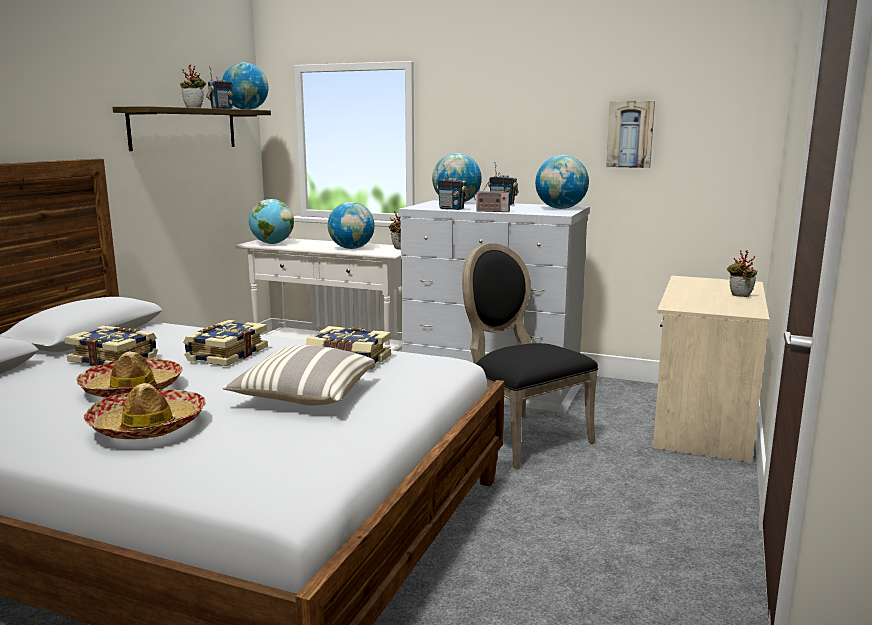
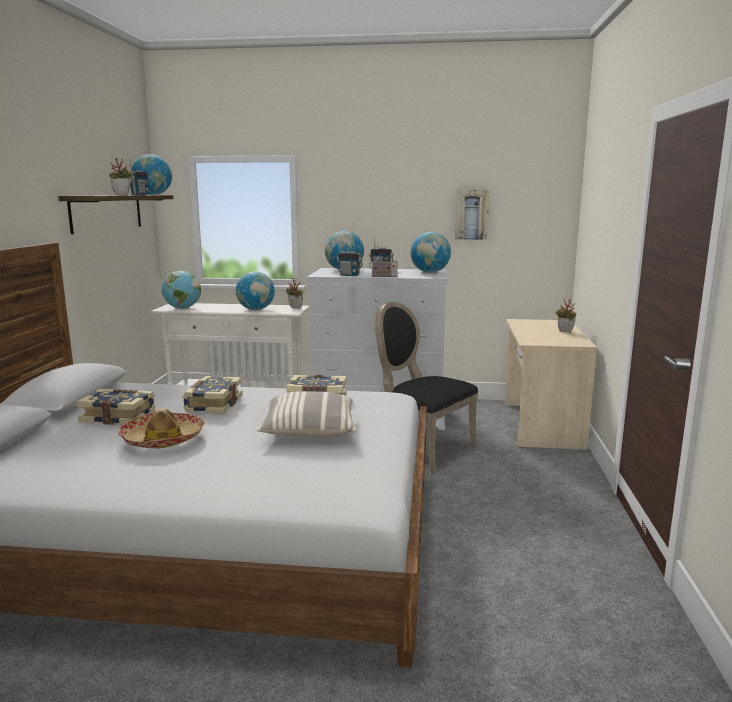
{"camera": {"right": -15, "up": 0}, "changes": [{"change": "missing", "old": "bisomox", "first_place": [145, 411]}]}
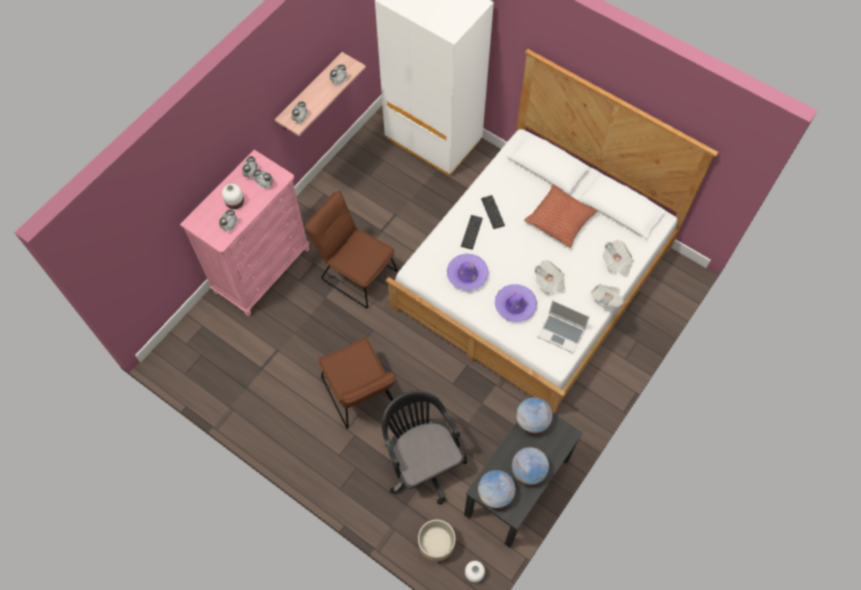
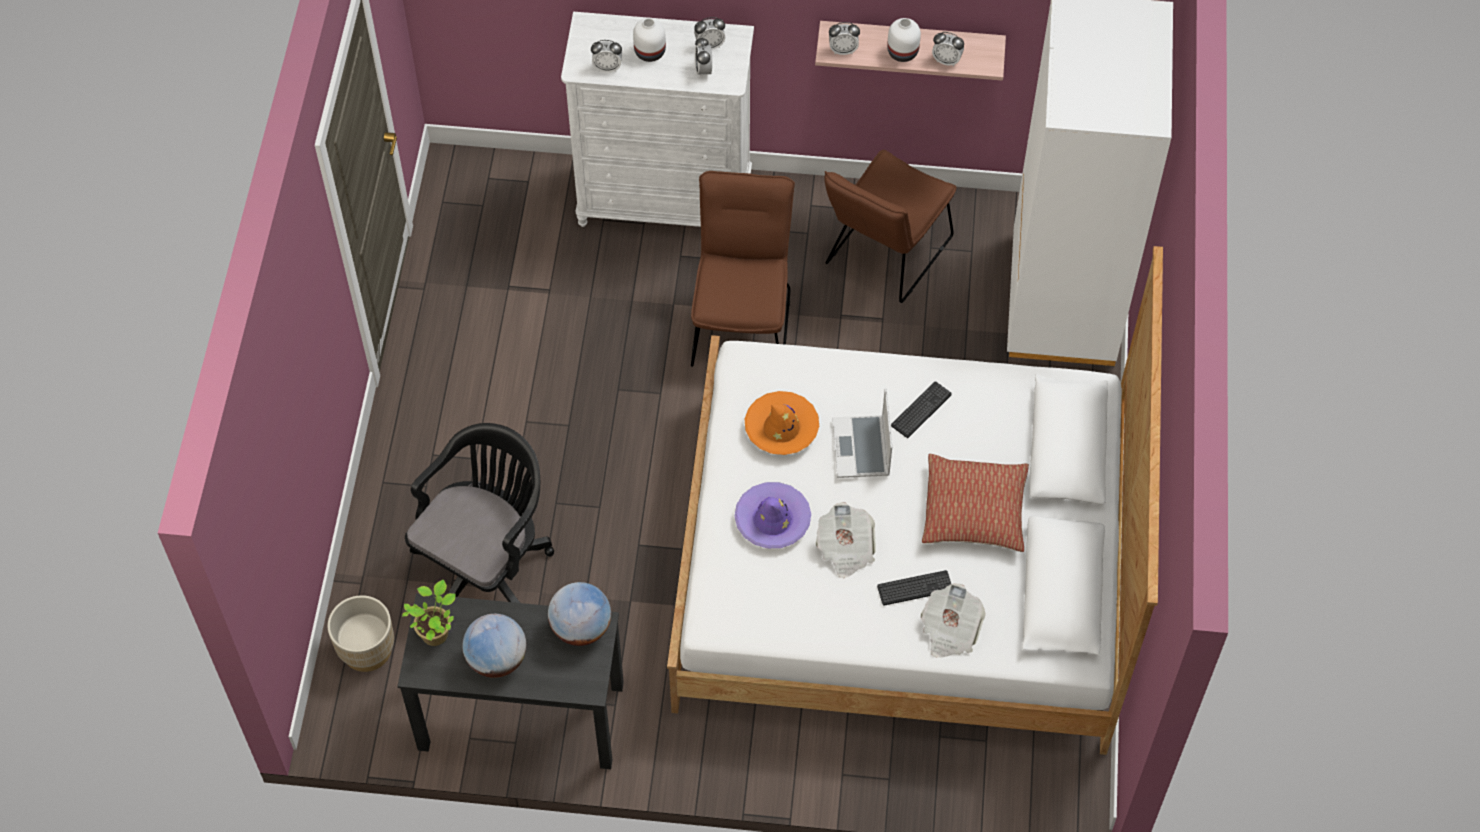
{"camera": {"right": 60, "up": -5}, "changes": [{"change": "exchanged", "old": "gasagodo", "new": "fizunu", "first_place": [497, 489], "second_place": [429, 613]}, {"change": "colour", "old": "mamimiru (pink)", "new": "mamimiru (white)", "first_place": [244, 233], "second_place": [657, 119]}, {"change": "colour", "old": "bisomox (purple)", "new": "bisomox (orange)", "first_place": [467, 272], "second_place": [782, 423]}, {"change": "relocated", "old": "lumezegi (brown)", "first_place": [357, 383], "second_place": [890, 226]}, {"change": "relocated", "old": "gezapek", "first_place": [563, 327], "second_place": [862, 433]}, {"change": "relocated", "old": "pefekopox", "first_place": [472, 232], "second_place": [914, 588]}, {"change": "relocated", "old": "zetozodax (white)", "first_place": [475, 572], "second_place": [904, 40]}, {"change": "missing", "old": "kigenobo", "first_place": [607, 295]}]}
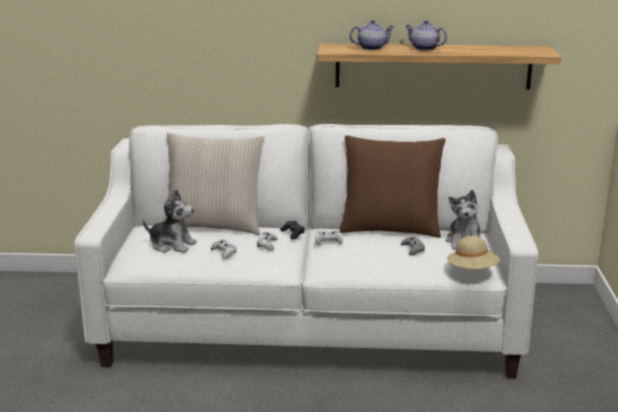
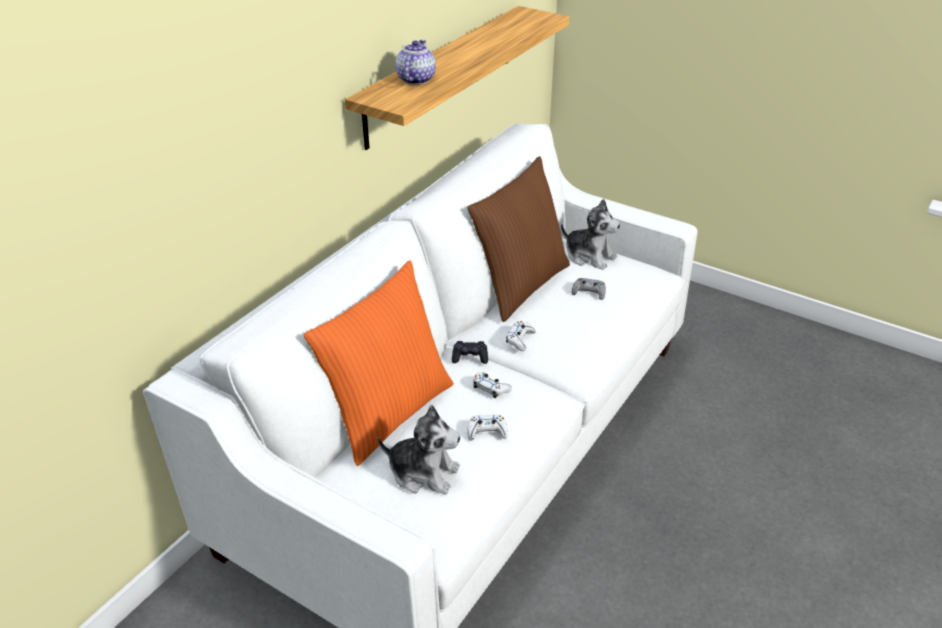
{"camera": {"right": -60, "up": 15}, "changes": [{"change": "colour", "old": "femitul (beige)", "new": "femitul (orange)", "first_place": [214, 184], "second_place": [378, 363]}, {"change": "spun", "old": "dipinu", "first_place": [170, 221], "second_place": [419, 450], "degrees": 60}, {"change": "missing", "old": "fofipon", "first_place": [426, 35]}, {"change": "missing", "old": "bisomox (beige)", "first_place": [473, 252]}]}
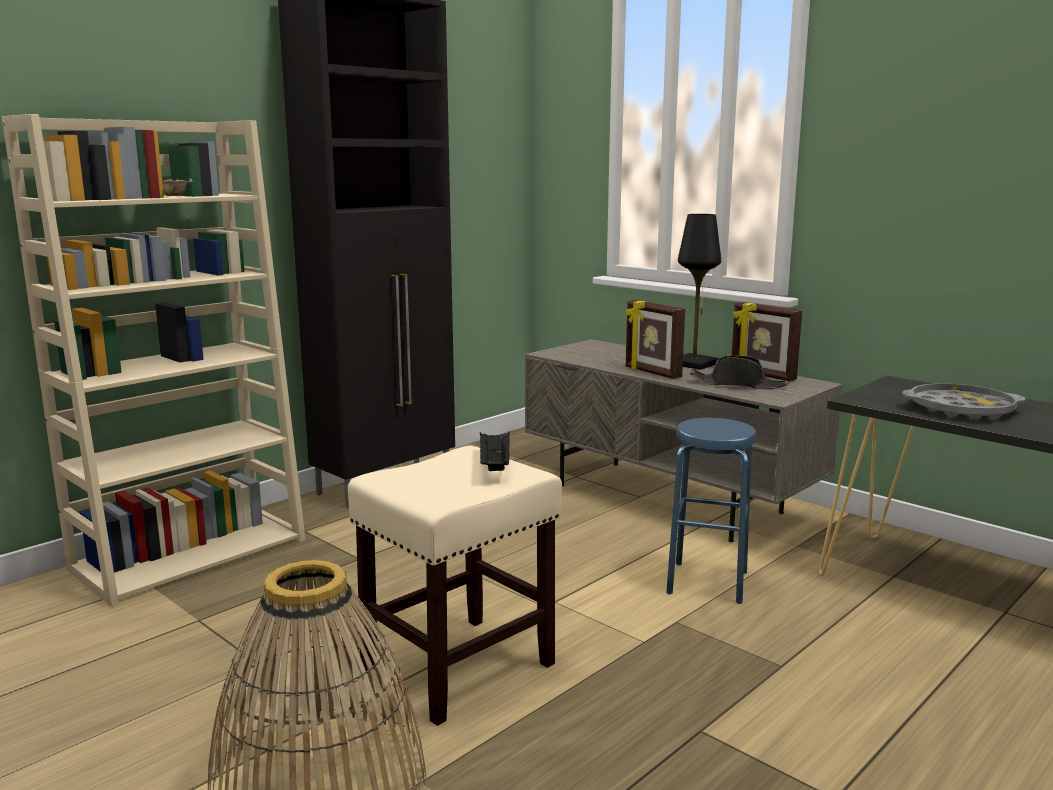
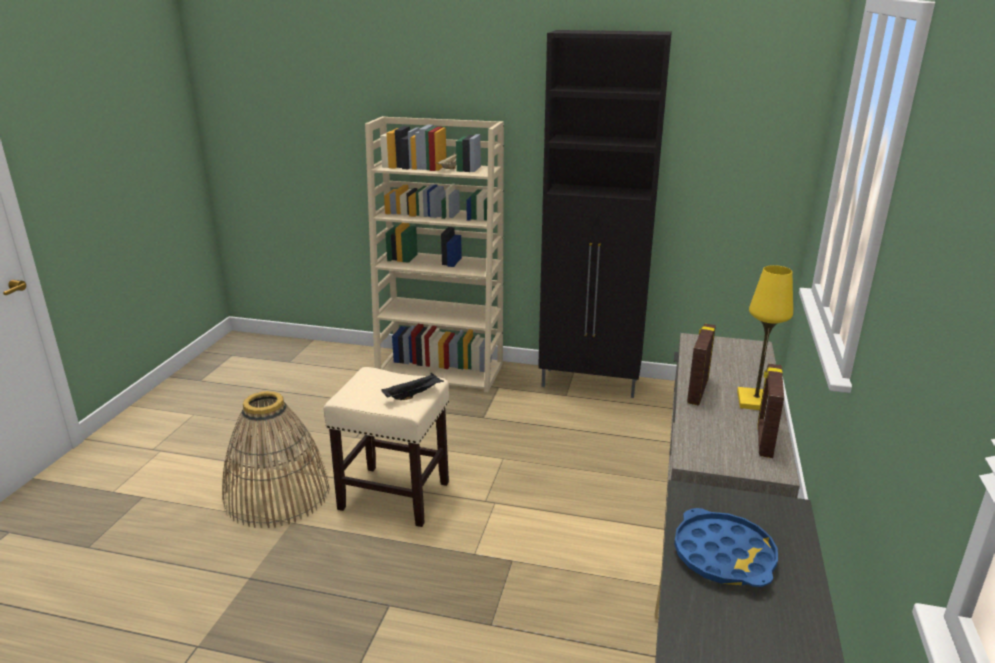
{"camera": {"right": 60, "up": 10}, "changes": [{"change": "colour", "old": "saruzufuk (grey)", "new": "saruzufuk (blue)", "first_place": [963, 401], "second_place": [726, 547]}, {"change": "colour", "old": "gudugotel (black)", "new": "gudugotel (yellow)", "first_place": [699, 292], "second_place": [765, 337]}, {"change": "missing", "old": "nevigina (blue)", "first_place": [711, 511]}, {"change": "missing", "old": "bisomox (black)", "first_place": [739, 372]}]}
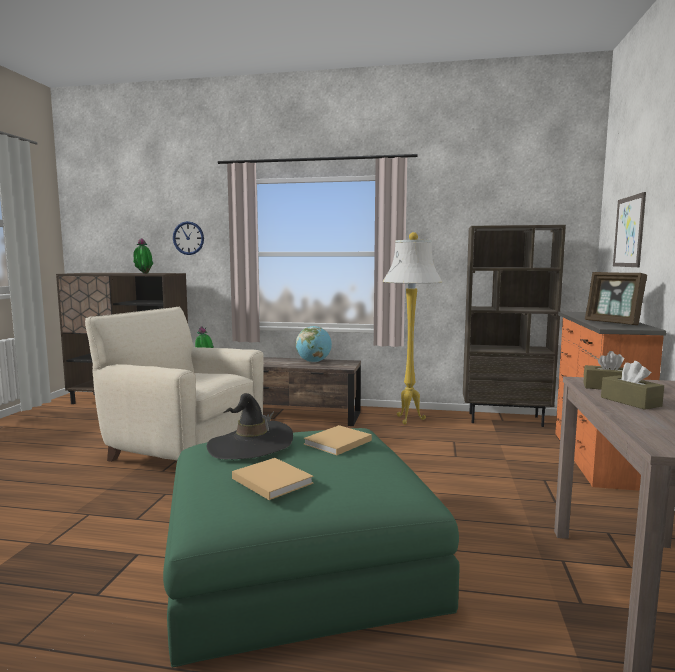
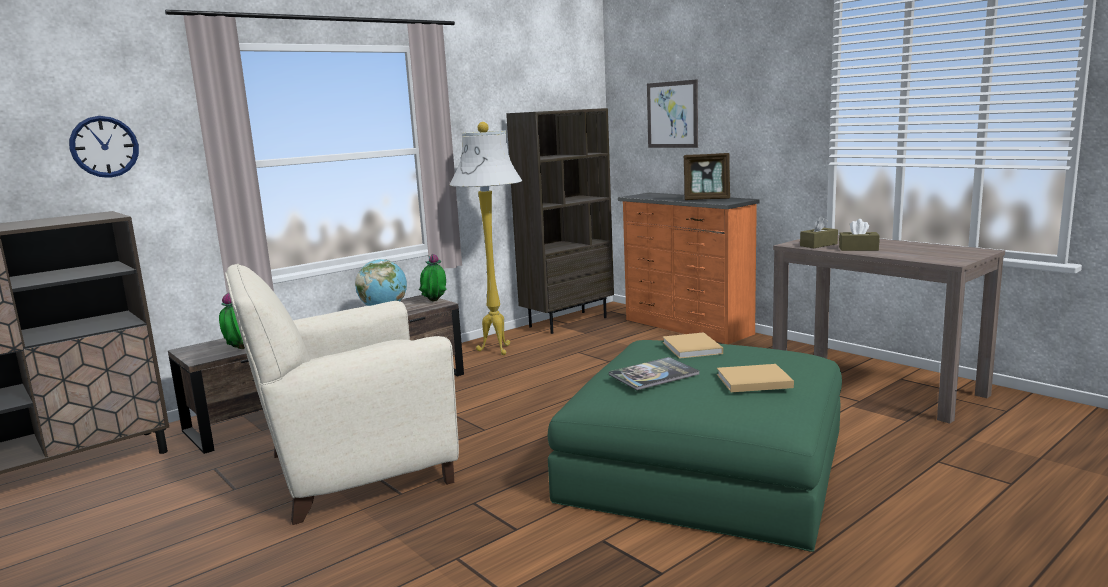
{"camera": {"right": -50, "up": 5}, "changes": [{"change": "relocated", "old": "fizunu", "first_place": [143, 256], "second_place": [433, 278]}, {"change": "exchanged", "old": "bisomox (black)", "new": "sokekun", "first_place": [250, 426], "second_place": [654, 373]}]}
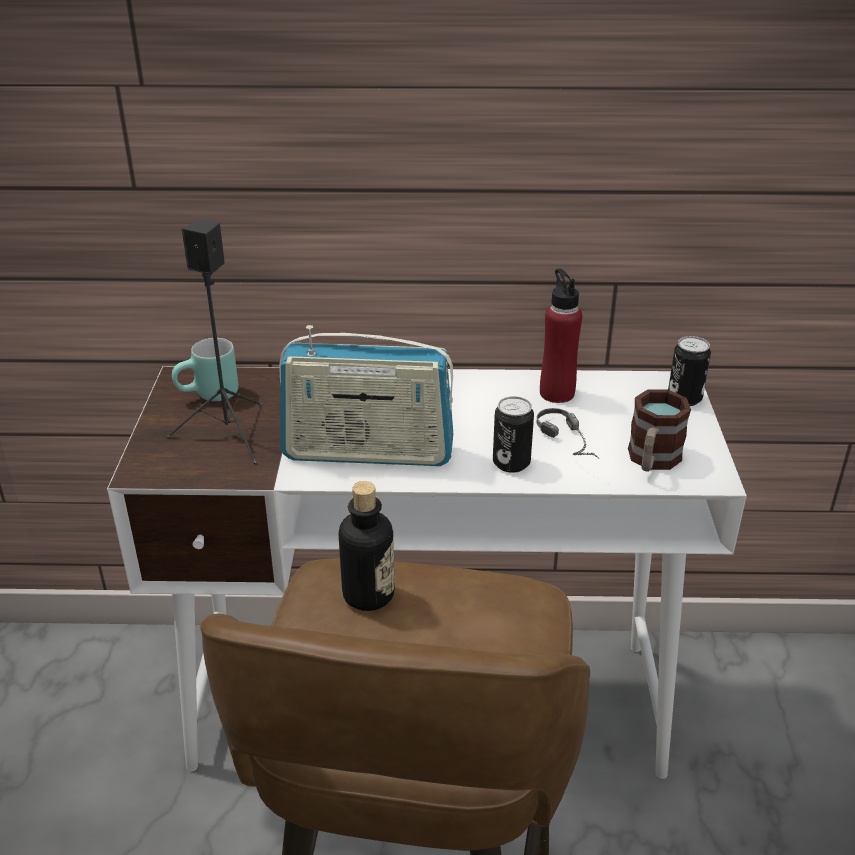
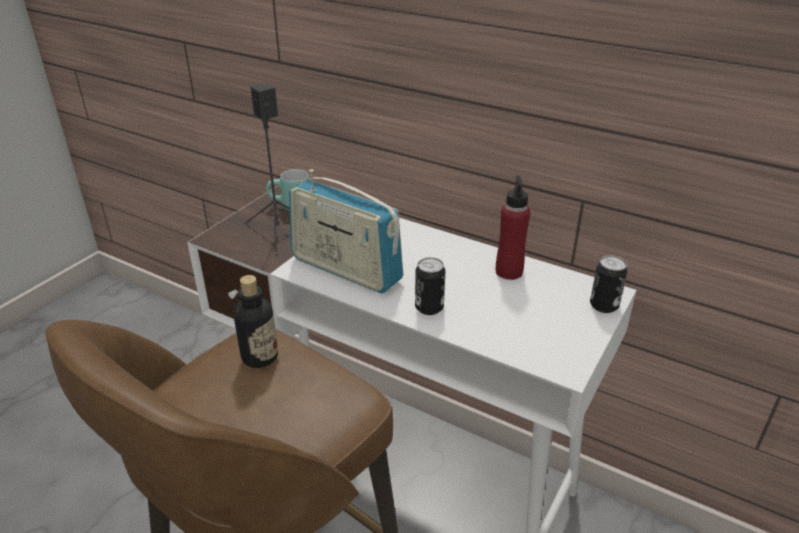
{"camera": {"right": 30, "up": 0}, "changes": [{"change": "missing", "old": "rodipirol", "first_place": [568, 433]}, {"change": "missing", "old": "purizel", "first_place": [659, 430]}]}
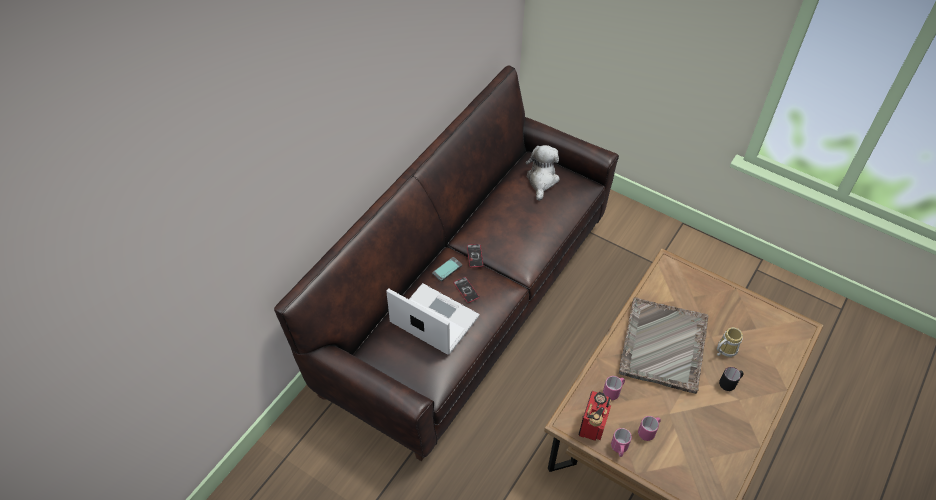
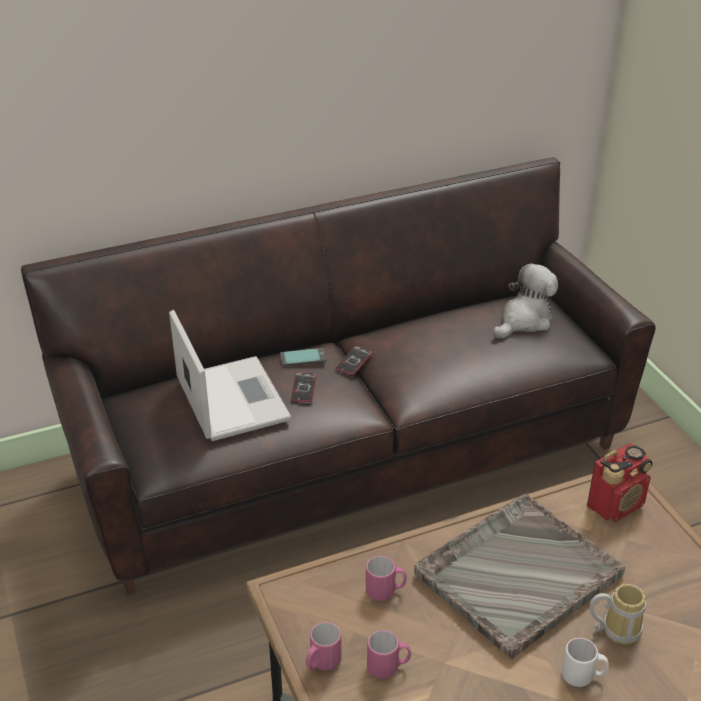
{"camera": {"right": 35, "up": -15}, "changes": [{"change": "colour", "old": "purizel (black)", "new": "purizel (white)", "first_place": [731, 379], "second_place": [585, 662]}, {"change": "relocated", "old": "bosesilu", "first_place": [595, 416], "second_place": [619, 482]}]}
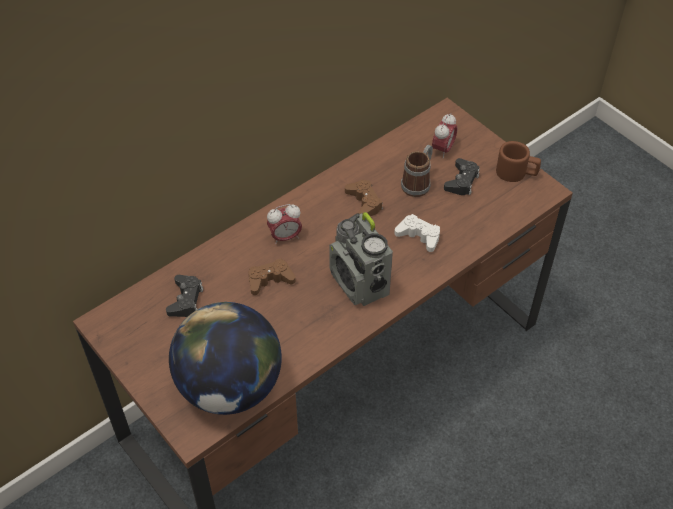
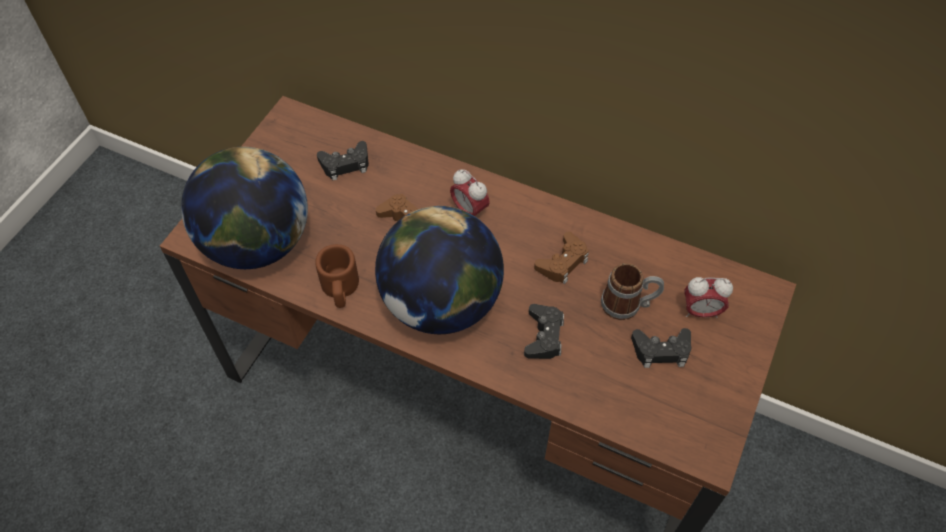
{"camera": {"right": 65, "up": 5}, "changes": [{"change": "relocated", "old": "purizel (brown)", "first_place": [518, 161], "second_place": [337, 276]}, {"change": "exchanged", "old": "bosesilu", "new": "gasagodo", "first_place": [361, 259], "second_place": [439, 270]}, {"change": "colour", "old": "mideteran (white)", "new": "mideteran (black)", "first_place": [417, 233], "second_place": [544, 331]}]}
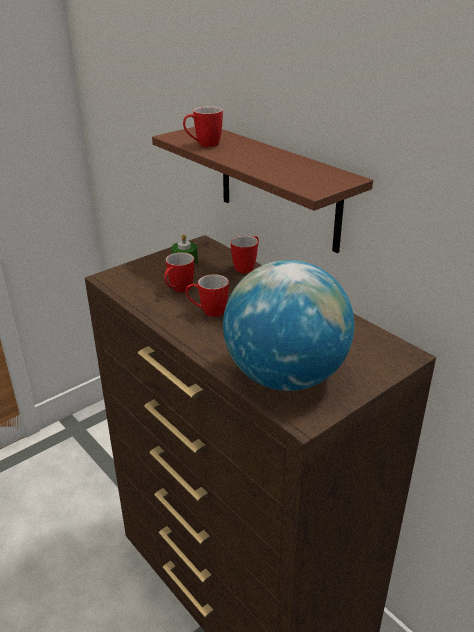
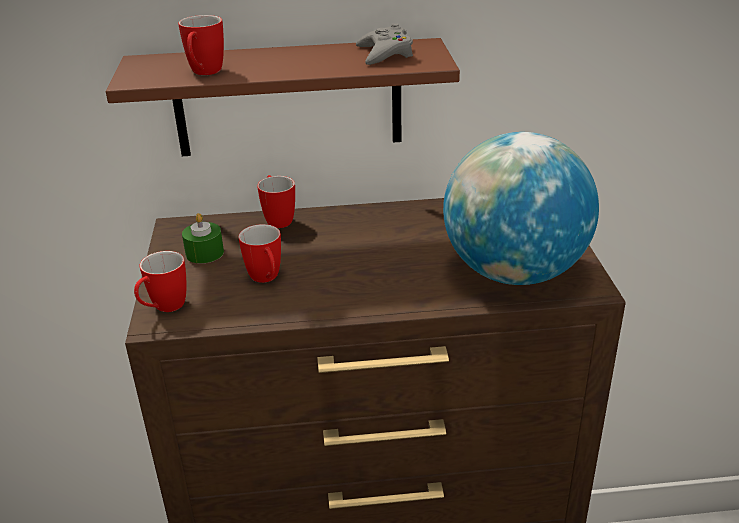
{"camera": {"right": -55, "up": 0}, "changes": [{"change": "relocated", "old": "purizel", "first_place": [207, 295], "second_place": [160, 281]}, {"change": "appeared", "new": "mideteran (grey)", "second_place": [384, 44]}]}
